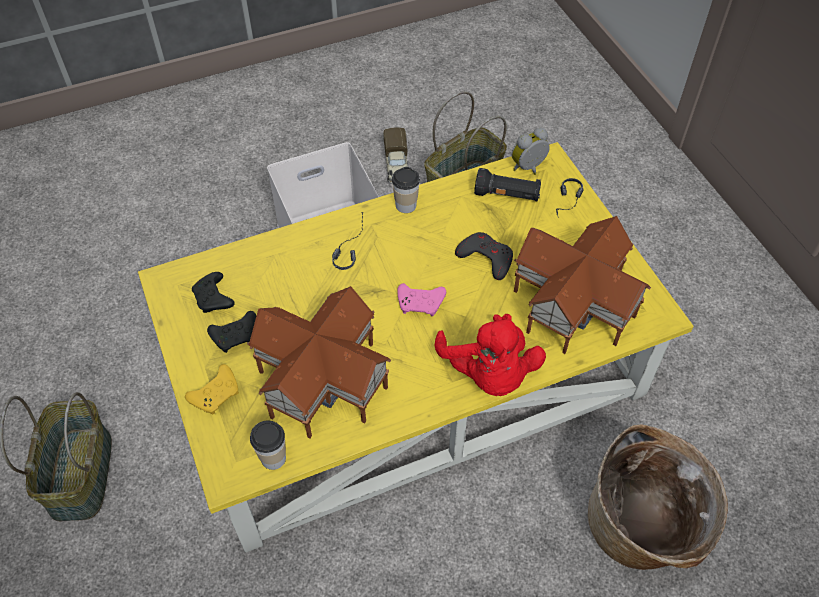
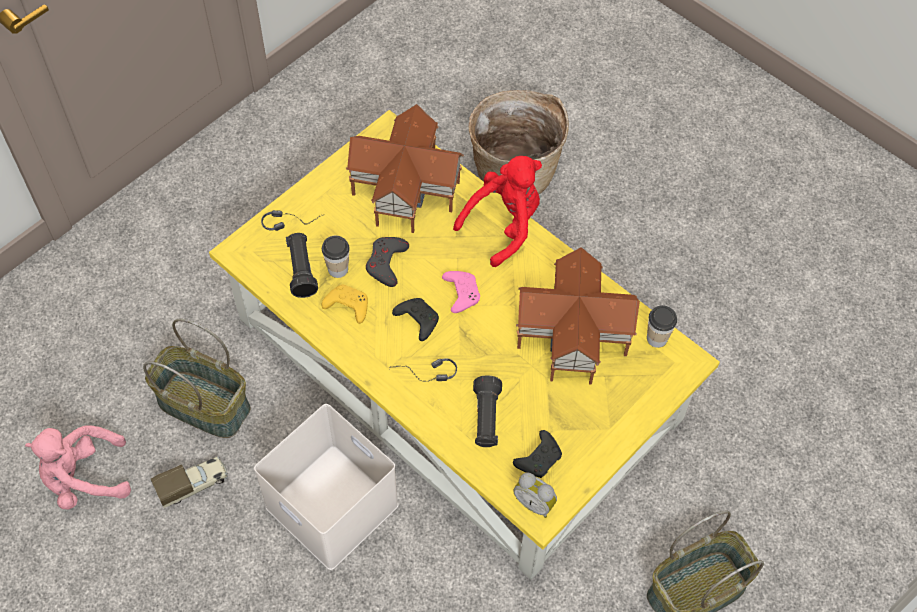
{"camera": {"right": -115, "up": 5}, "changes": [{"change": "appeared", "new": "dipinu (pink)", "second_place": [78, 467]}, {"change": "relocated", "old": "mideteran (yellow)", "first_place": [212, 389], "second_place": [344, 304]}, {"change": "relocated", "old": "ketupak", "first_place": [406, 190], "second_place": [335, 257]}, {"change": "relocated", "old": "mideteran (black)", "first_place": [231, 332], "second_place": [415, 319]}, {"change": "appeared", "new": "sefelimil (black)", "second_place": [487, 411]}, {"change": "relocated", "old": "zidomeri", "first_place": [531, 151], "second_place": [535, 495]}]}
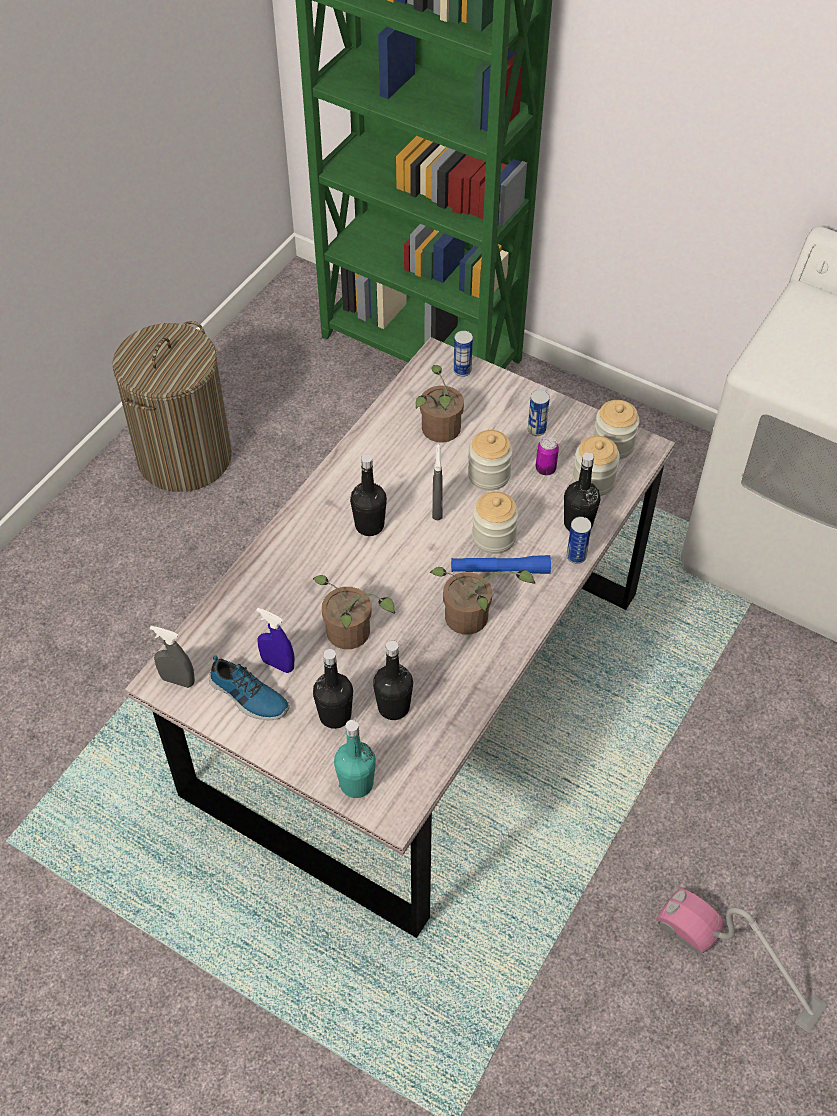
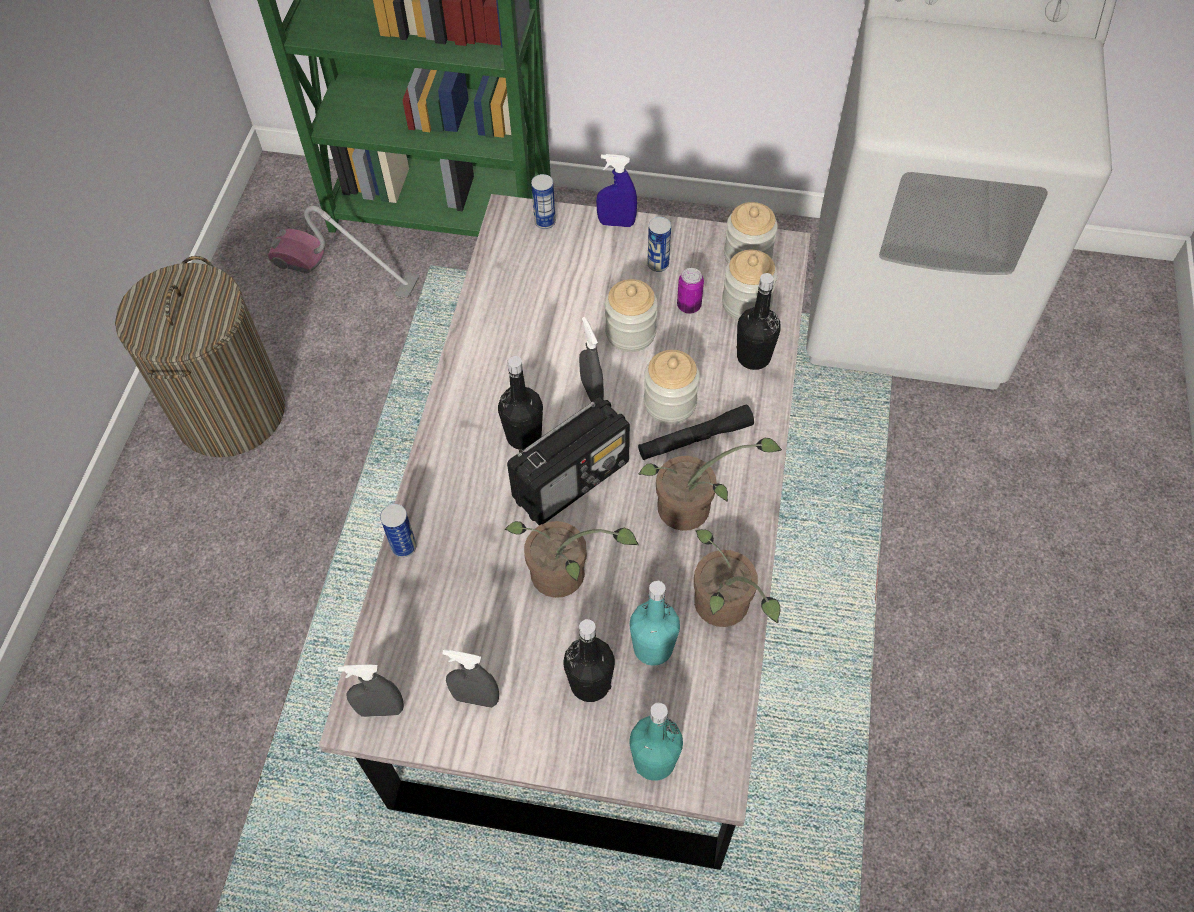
{"camera": {"right": -20, "up": 5}, "changes": [{"change": "relocated", "old": "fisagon", "first_place": [742, 961], "second_place": [343, 252]}, {"change": "relocated", "old": "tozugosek", "first_place": [579, 540], "second_place": [398, 530]}, {"change": "exchanged", "old": "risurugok", "new": "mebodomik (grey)", "first_place": [249, 687], "second_place": [471, 678]}, {"change": "appeared", "new": "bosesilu", "second_place": [568, 461]}, {"change": "relocated", "old": "mebodomik (blue)", "first_place": [275, 640], "second_place": [616, 190]}, {"change": "colour", "old": "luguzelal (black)", "new": "luguzelal (turquoise)", "first_place": [393, 680], "second_place": [655, 623]}, {"change": "colour", "old": "sefelimil (blue)", "new": "sefelimil (black)", "first_place": [501, 564], "second_place": [696, 432]}, {"change": "relocated", "old": "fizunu", "first_place": [440, 404], "second_place": [737, 578]}]}
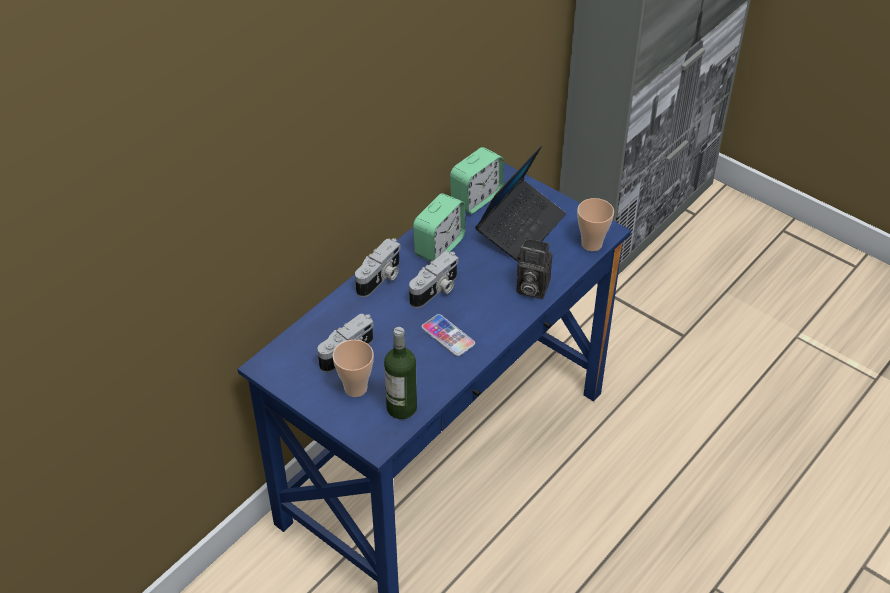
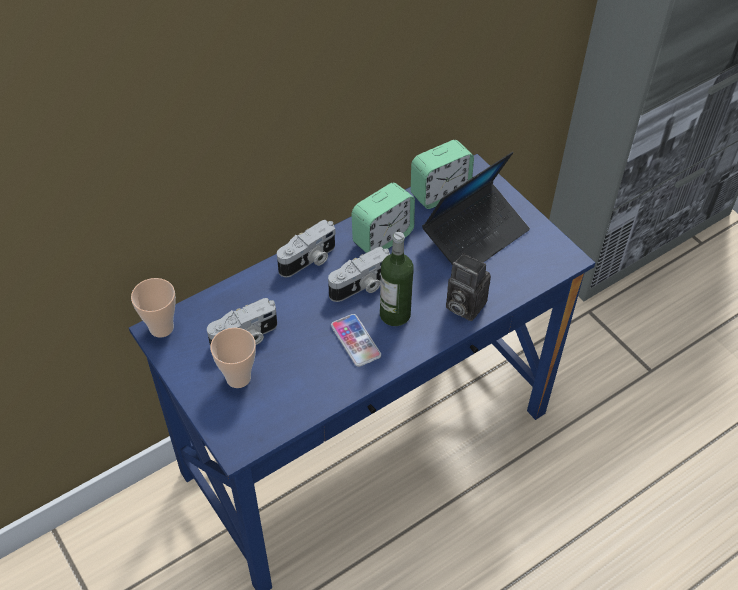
{"camera": {"right": 15, "up": 5}, "changes": [{"change": "relocated", "old": "ketupak", "first_place": [595, 224], "second_place": [153, 308]}, {"change": "relocated", "old": "luguzelal", "first_place": [400, 373], "second_place": [397, 279]}]}
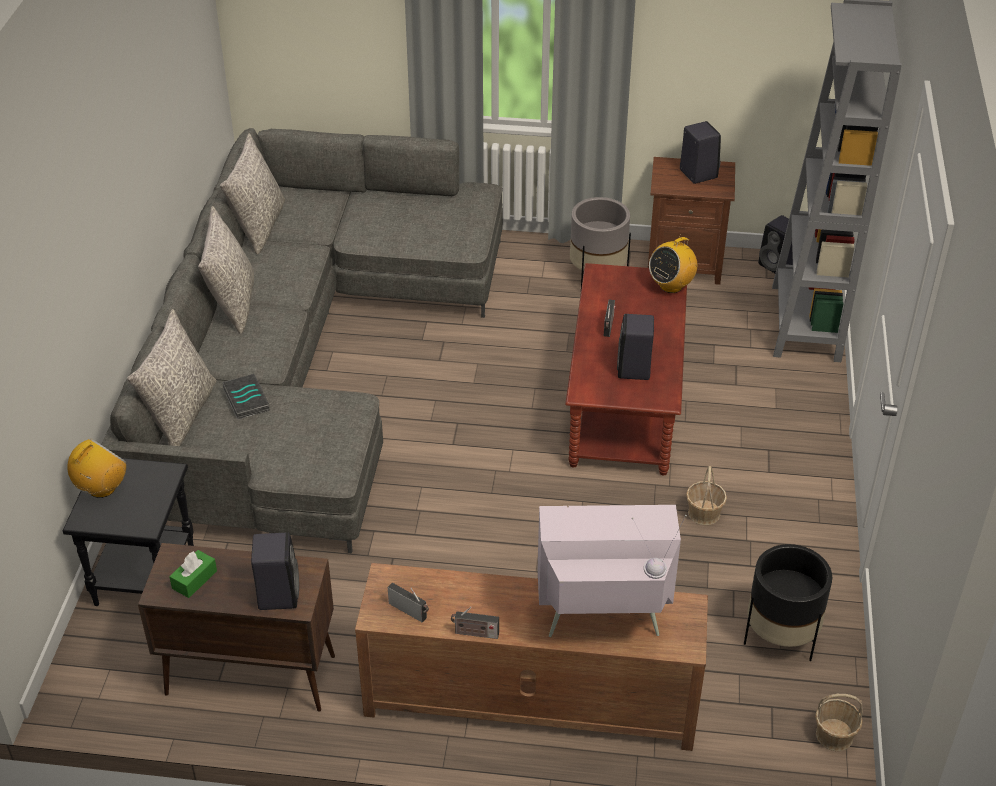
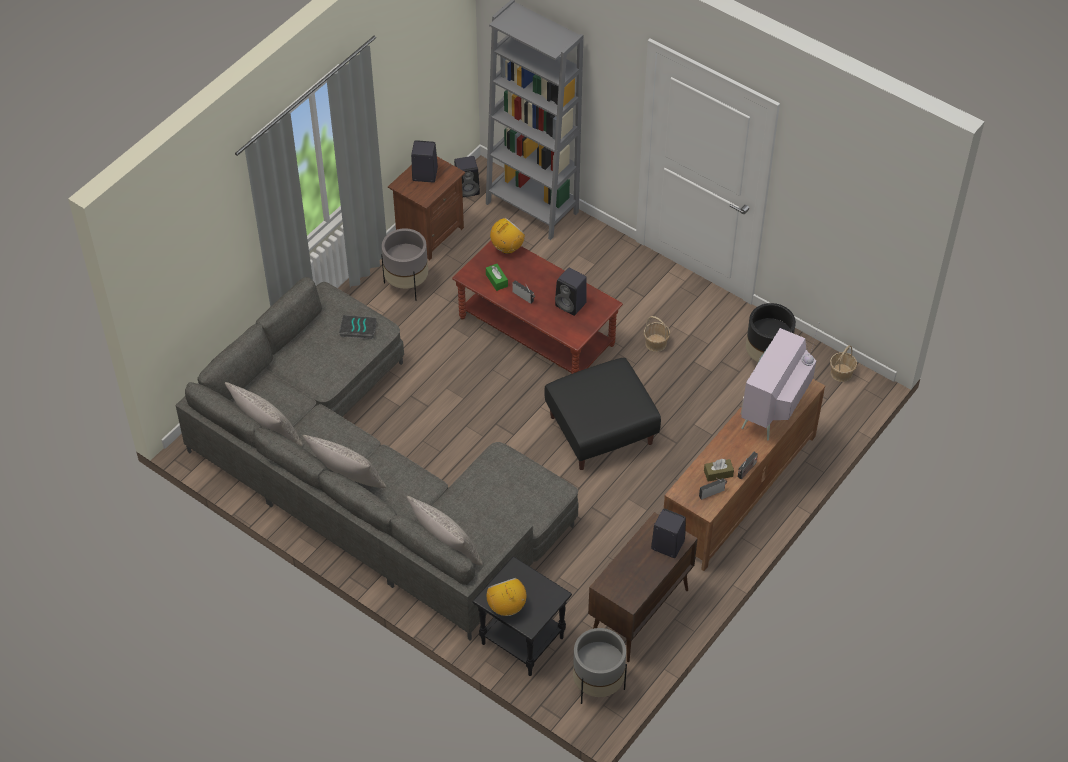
{"camera": {"right": -60, "up": 10}, "changes": [{"change": "relocated", "old": "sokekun", "first_place": [245, 397], "second_place": [357, 327]}, {"change": "relocated", "old": "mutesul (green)", "first_place": [193, 574], "second_place": [497, 277]}, {"change": "spun", "old": "bosesilu", "first_place": [673, 265], "second_place": [507, 236], "degrees": -120}, {"change": "appeared", "new": "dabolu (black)", "second_place": [603, 414]}, {"change": "appeared", "new": "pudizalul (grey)", "second_place": [600, 666]}, {"change": "appeared", "new": "mutesul (brown)", "second_place": [719, 470]}]}
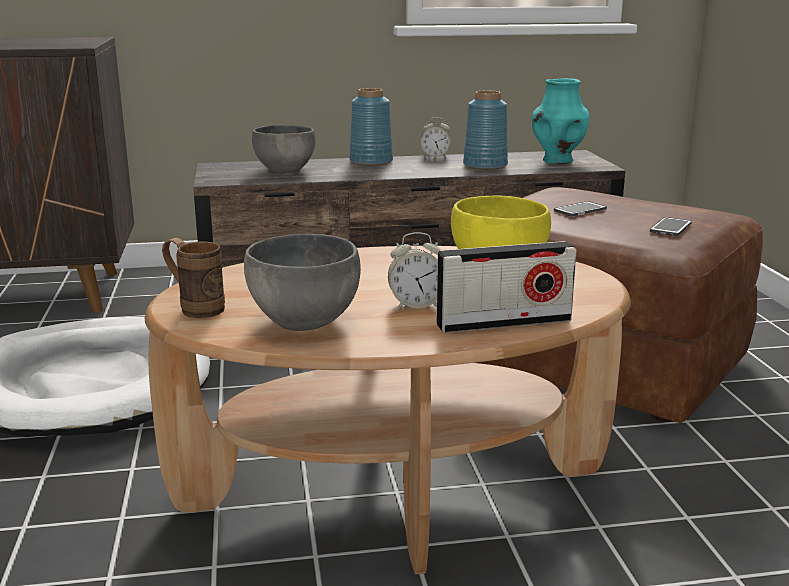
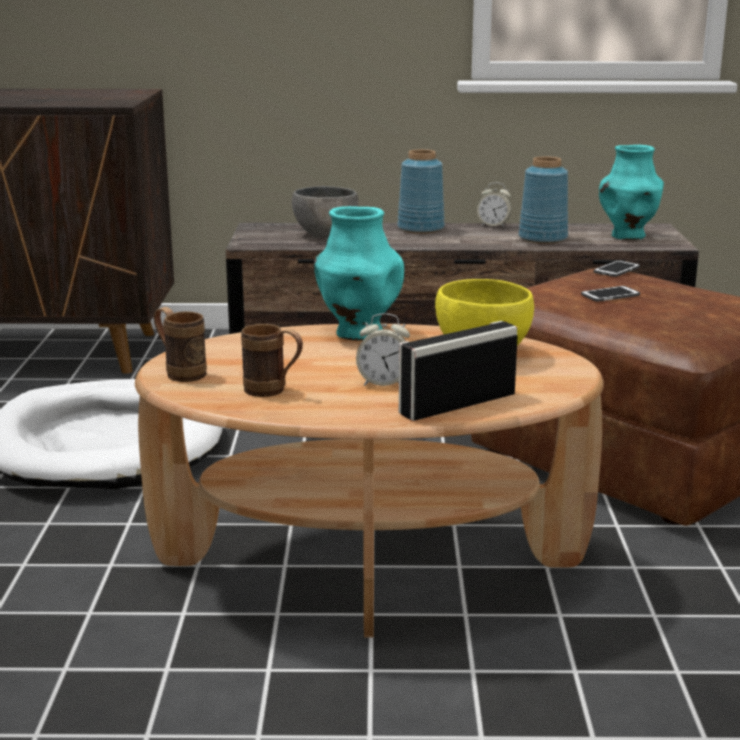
{"camera": {"right": 10, "up": 0}, "changes": [{"change": "exchanged", "old": "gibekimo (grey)", "new": "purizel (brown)", "first_place": [302, 282], "second_place": [272, 360]}, {"change": "appeared", "new": "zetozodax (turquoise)", "second_place": [359, 273]}, {"change": "spun", "old": "bosesilu", "first_place": [506, 287], "second_place": [458, 371], "degrees": 150}, {"change": "relocated", "old": "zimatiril", "first_place": [671, 226], "second_place": [617, 268]}]}
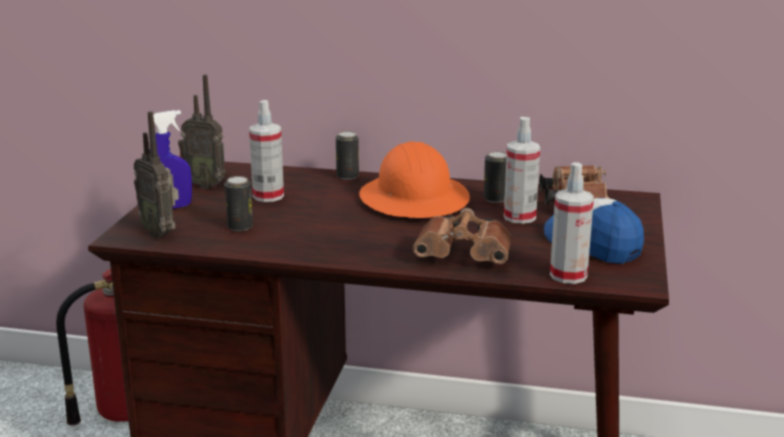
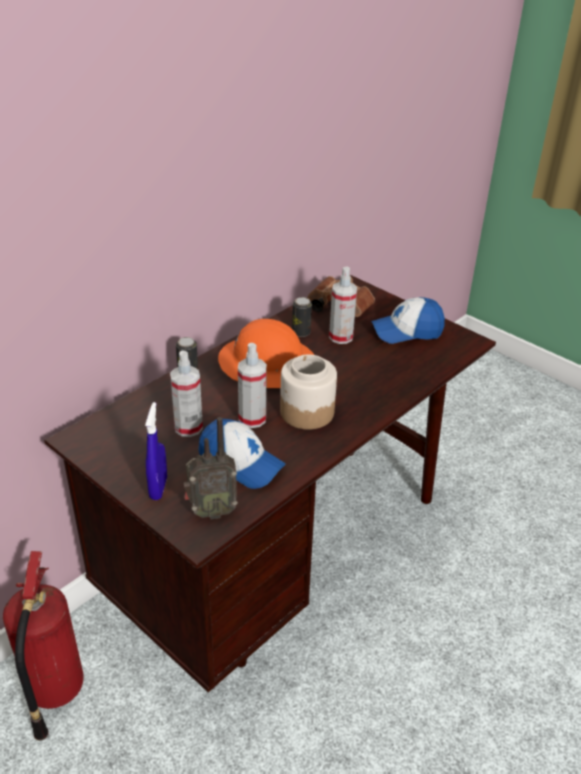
{"camera": {"right": -60, "up": 15}, "changes": [{"change": "exchanged", "old": "tozugosek", "new": "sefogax", "first_place": [238, 203], "second_place": [242, 454]}, {"change": "relocated", "old": "mebodomik", "first_place": [572, 223], "second_place": [252, 385]}, {"change": "appeared", "new": "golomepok", "second_place": [308, 392]}, {"change": "missing", "old": "bosesilu", "first_place": [202, 131]}, {"change": "missing", "old": "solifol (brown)", "first_place": [462, 236]}]}
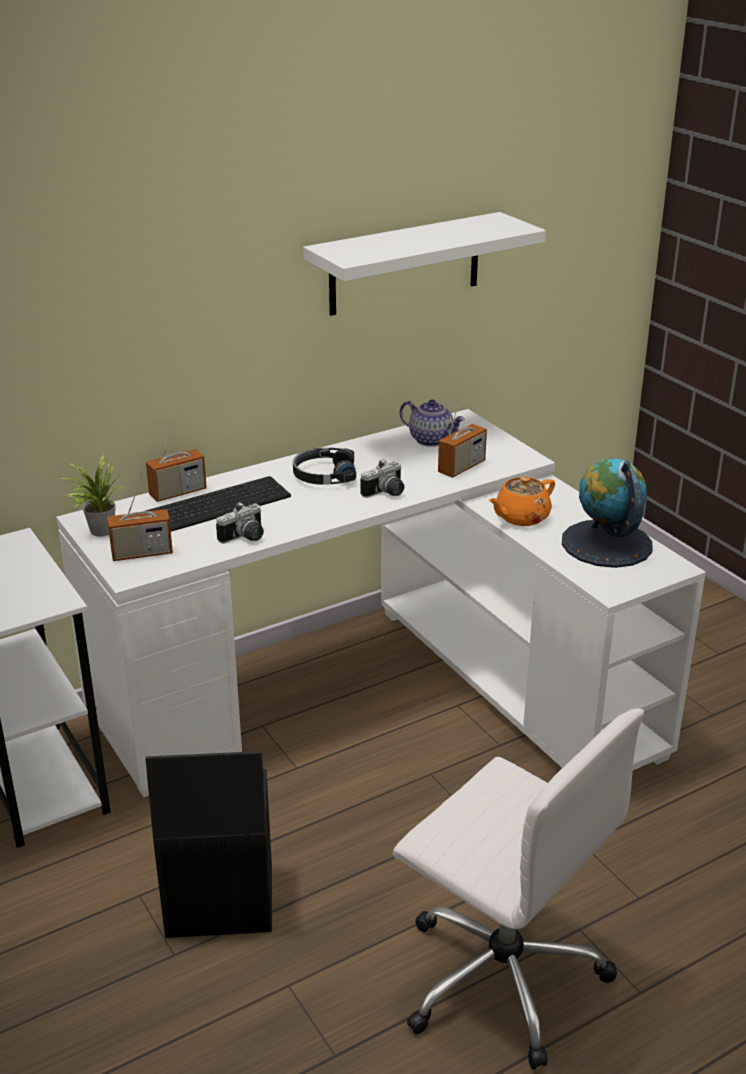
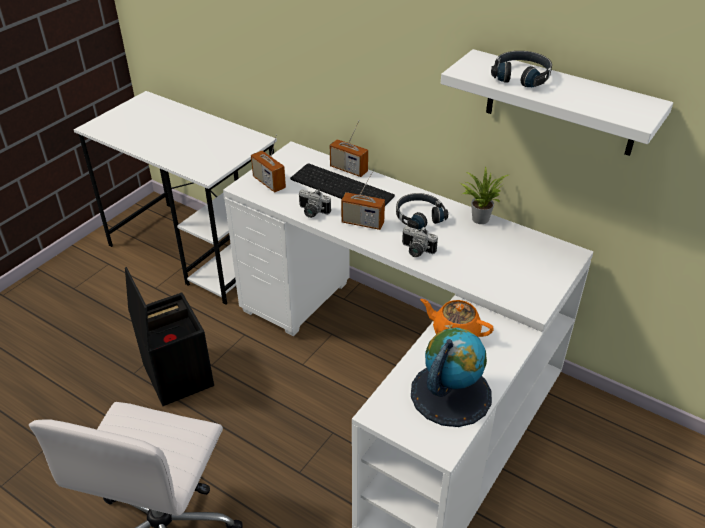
{"camera": {"right": 65, "up": 10}, "changes": [{"change": "relocated", "old": "bosesilu", "first_place": [462, 434], "second_place": [363, 199]}, {"change": "relocated", "old": "fizunu", "first_place": [93, 496], "second_place": [484, 195]}, {"change": "appeared", "new": "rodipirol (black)", "second_place": [521, 69]}, {"change": "missing", "old": "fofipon", "first_place": [432, 423]}]}
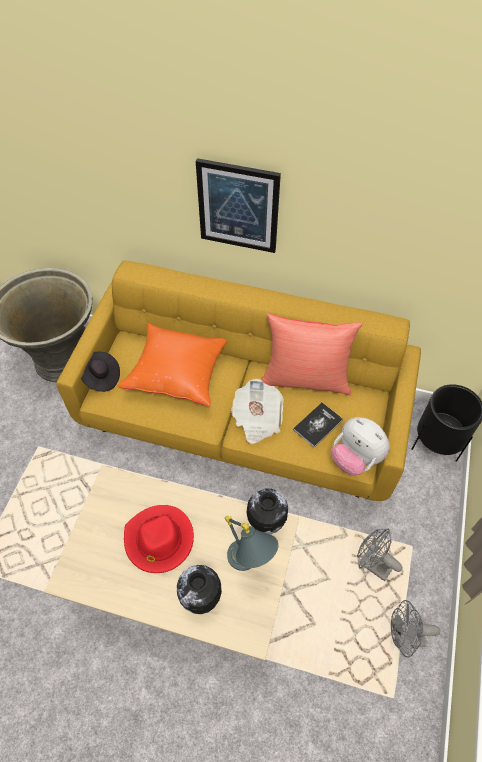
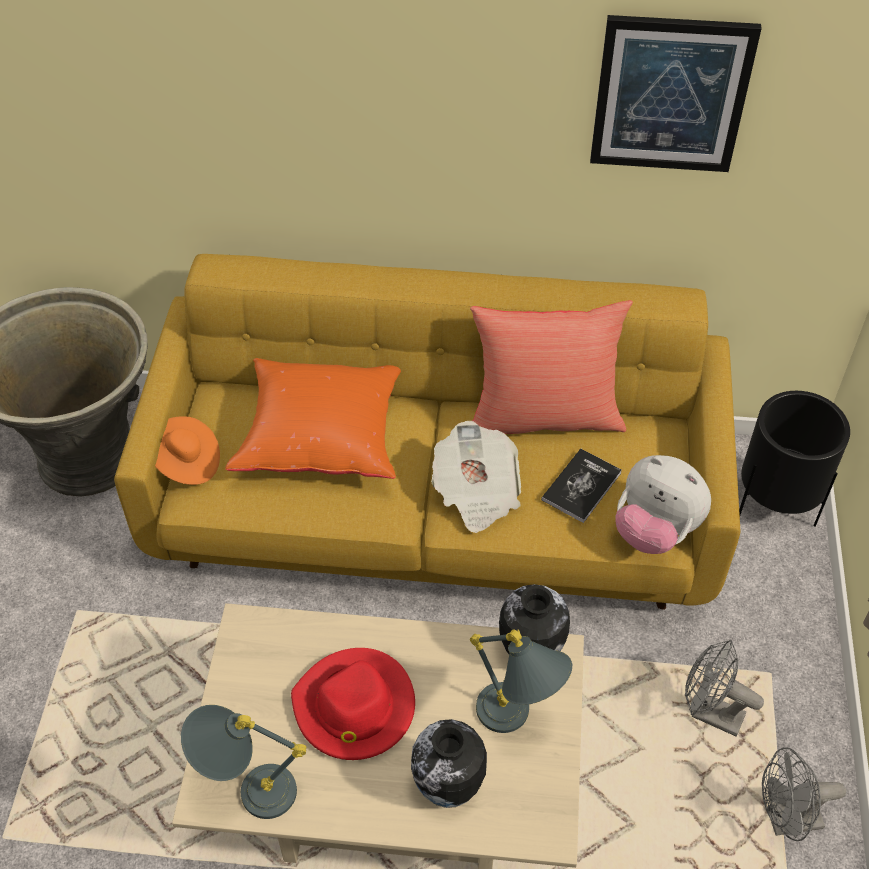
{"camera": {"right": -10, "up": -5}, "changes": [{"change": "colour", "old": "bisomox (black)", "new": "bisomox (orange)", "first_place": [100, 372], "second_place": [187, 450]}, {"change": "appeared", "new": "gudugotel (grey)", "second_place": [243, 762]}, {"change": "relocated", "old": "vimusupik", "first_place": [238, 205], "second_place": [676, 93]}]}
